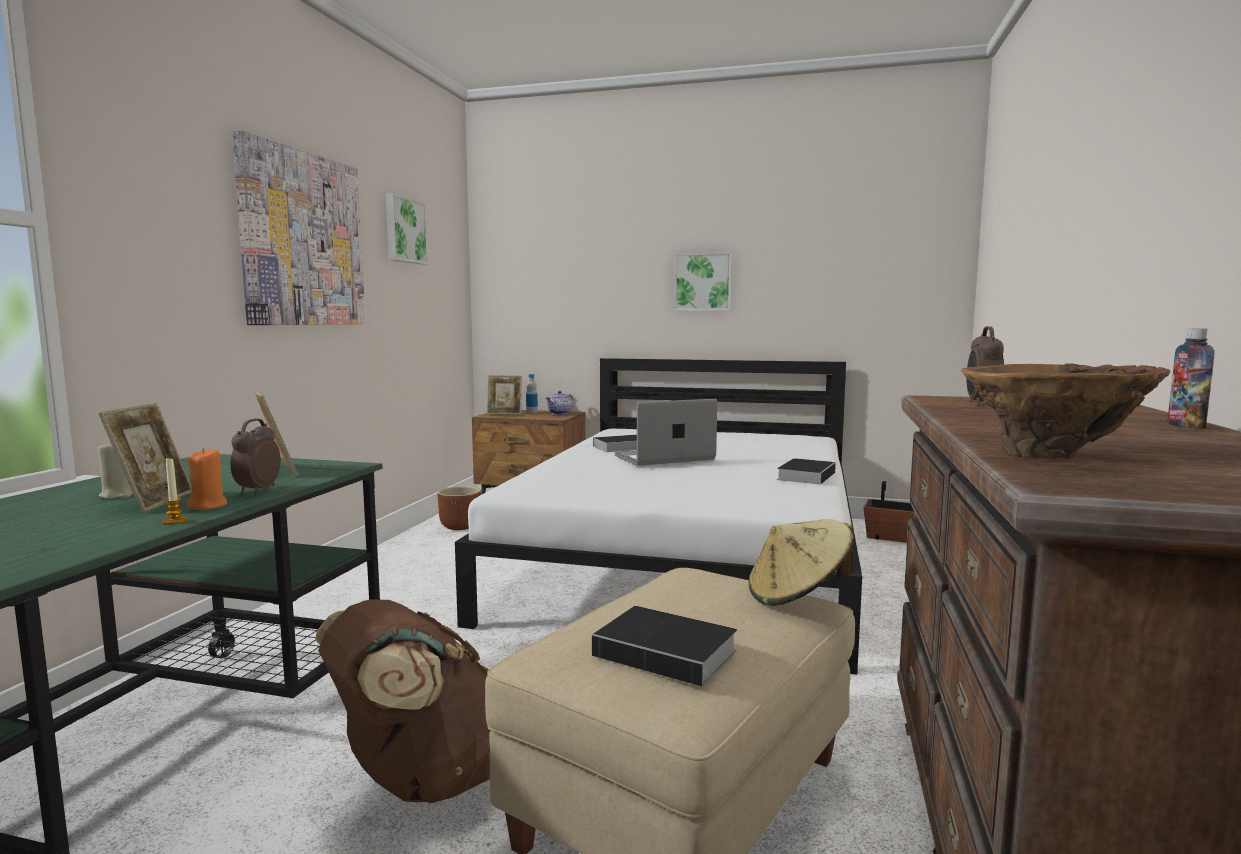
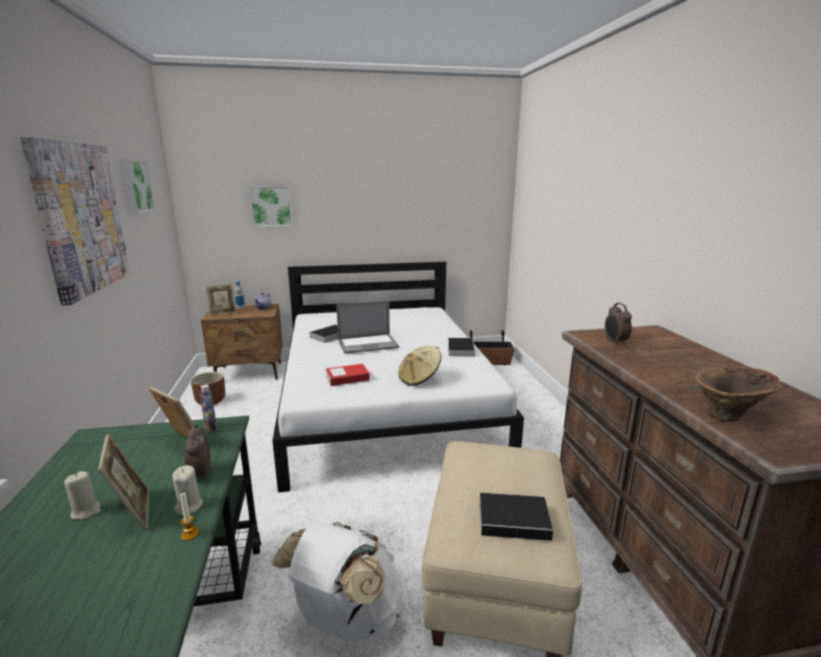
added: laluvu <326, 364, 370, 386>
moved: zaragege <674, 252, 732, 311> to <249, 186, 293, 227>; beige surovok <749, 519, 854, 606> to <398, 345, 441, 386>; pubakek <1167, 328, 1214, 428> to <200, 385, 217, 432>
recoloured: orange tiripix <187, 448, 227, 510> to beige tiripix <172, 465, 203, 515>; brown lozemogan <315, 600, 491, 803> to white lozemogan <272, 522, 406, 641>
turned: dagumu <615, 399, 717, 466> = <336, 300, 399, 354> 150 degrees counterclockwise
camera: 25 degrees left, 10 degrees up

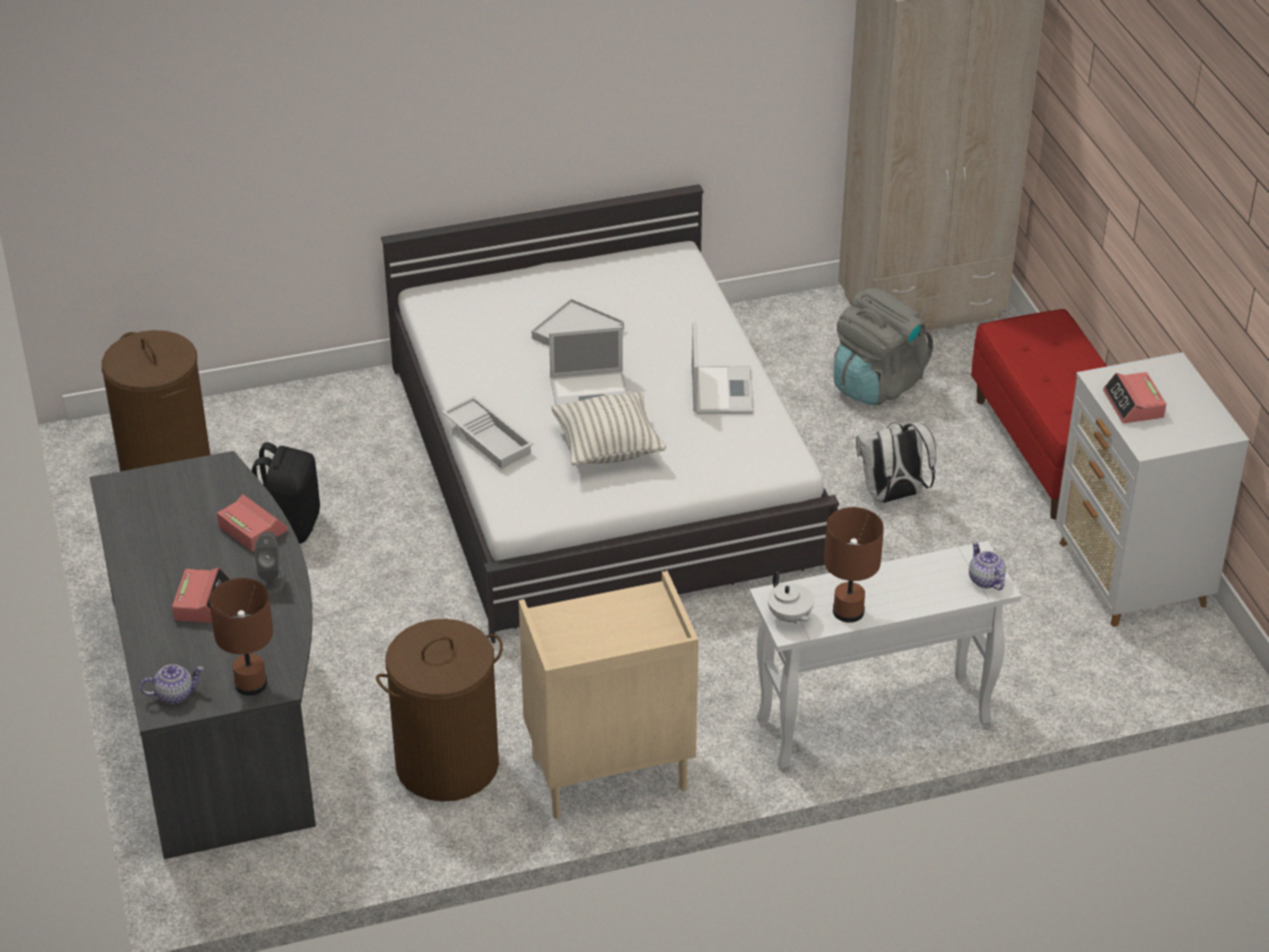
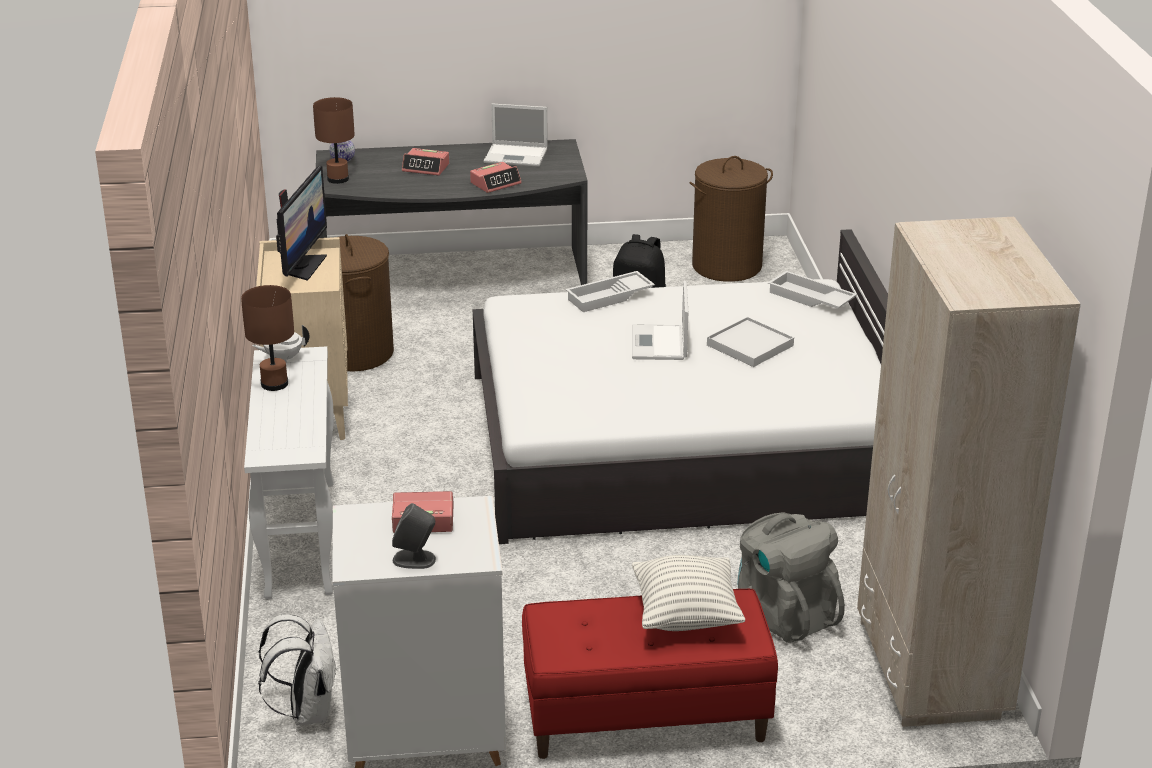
removed: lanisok <969, 542, 1006, 590>
added: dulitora <276, 166, 327, 281>; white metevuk <768, 271, 857, 309>
moved: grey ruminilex <255, 532, 285, 594> to <392, 503, 436, 569>; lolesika <551, 391, 666, 465> to <632, 555, 745, 631>; dagumu <692, 322, 754, 414> to <484, 104, 548, 167>; white lozemogan <856, 421, 936, 503> to <258, 614, 337, 726>
camera: 100 degrees right, 10 degrees down

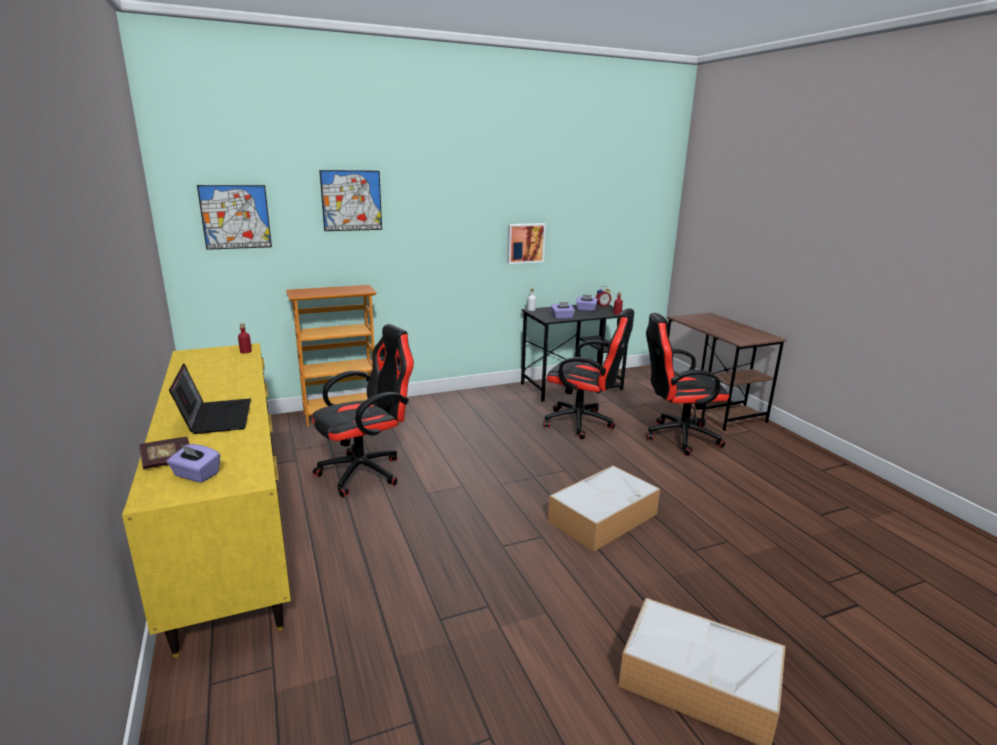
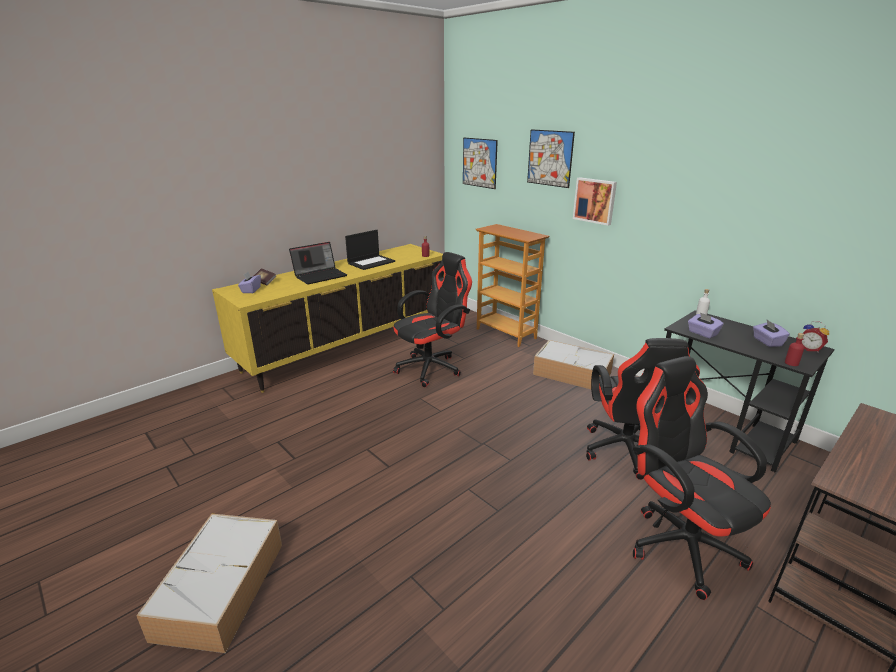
added: dagumu <345, 230, 395, 270>
moved: zaragege <507, 223, 546, 264> to <573, 177, 617, 226>; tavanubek <548, 466, 660, 551> to <533, 340, 614, 389>
turned: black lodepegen <312, 324, 414, 497> = <393, 252, 472, 387> 75 degrees counterclockwise
camera: 70 degrees right, 5 degrees up

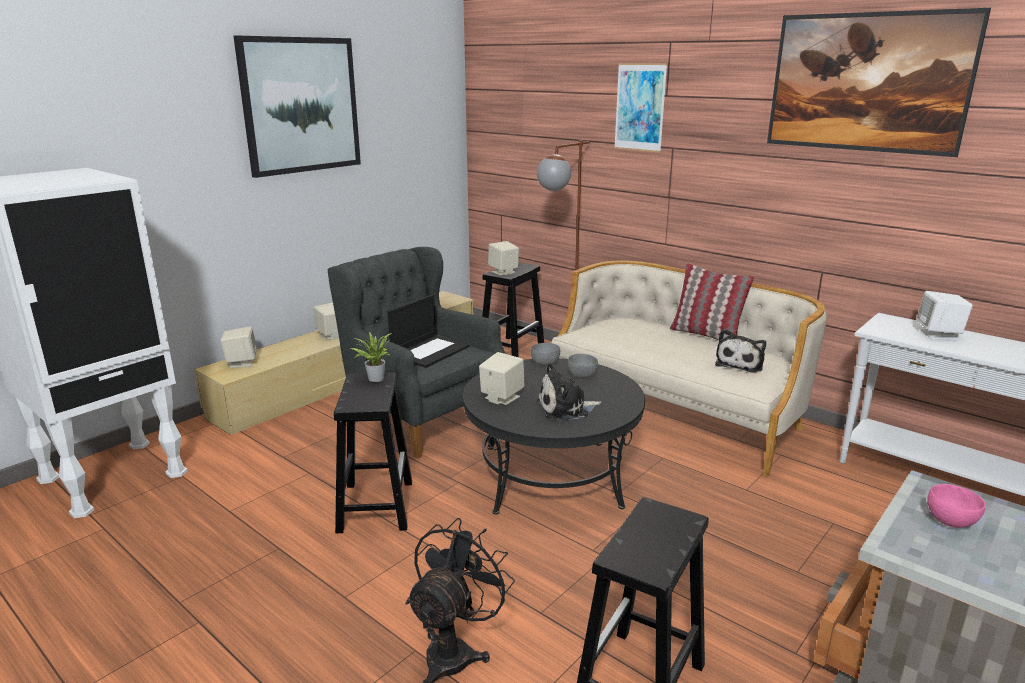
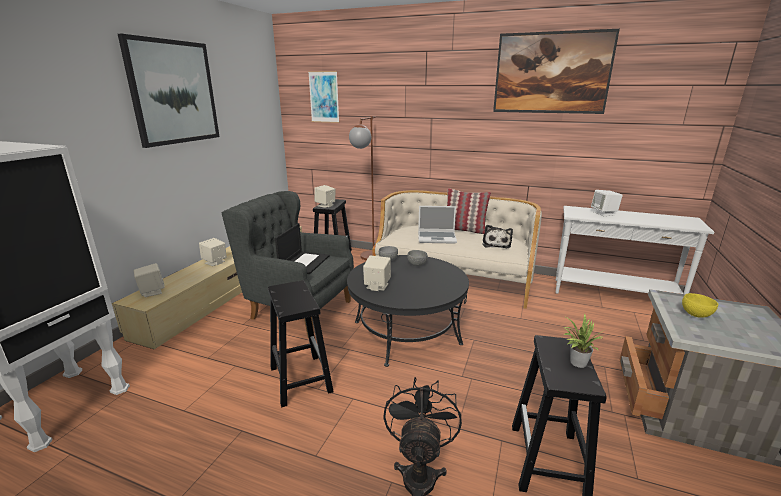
removed: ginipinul <537, 363, 601, 421>
added: dagumu <418, 206, 457, 244>
moved: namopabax <351, 332, 391, 382> to <563, 314, 604, 368>; zaragege <614, 63, 668, 152> to <308, 71, 339, 123>
recoloured: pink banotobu <927, 484, 986, 528> to yellow banotobu <682, 293, 718, 318>
camera: 20 degrees left, 0 degrees up

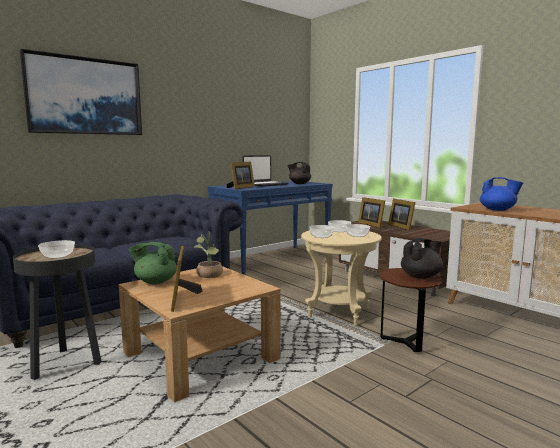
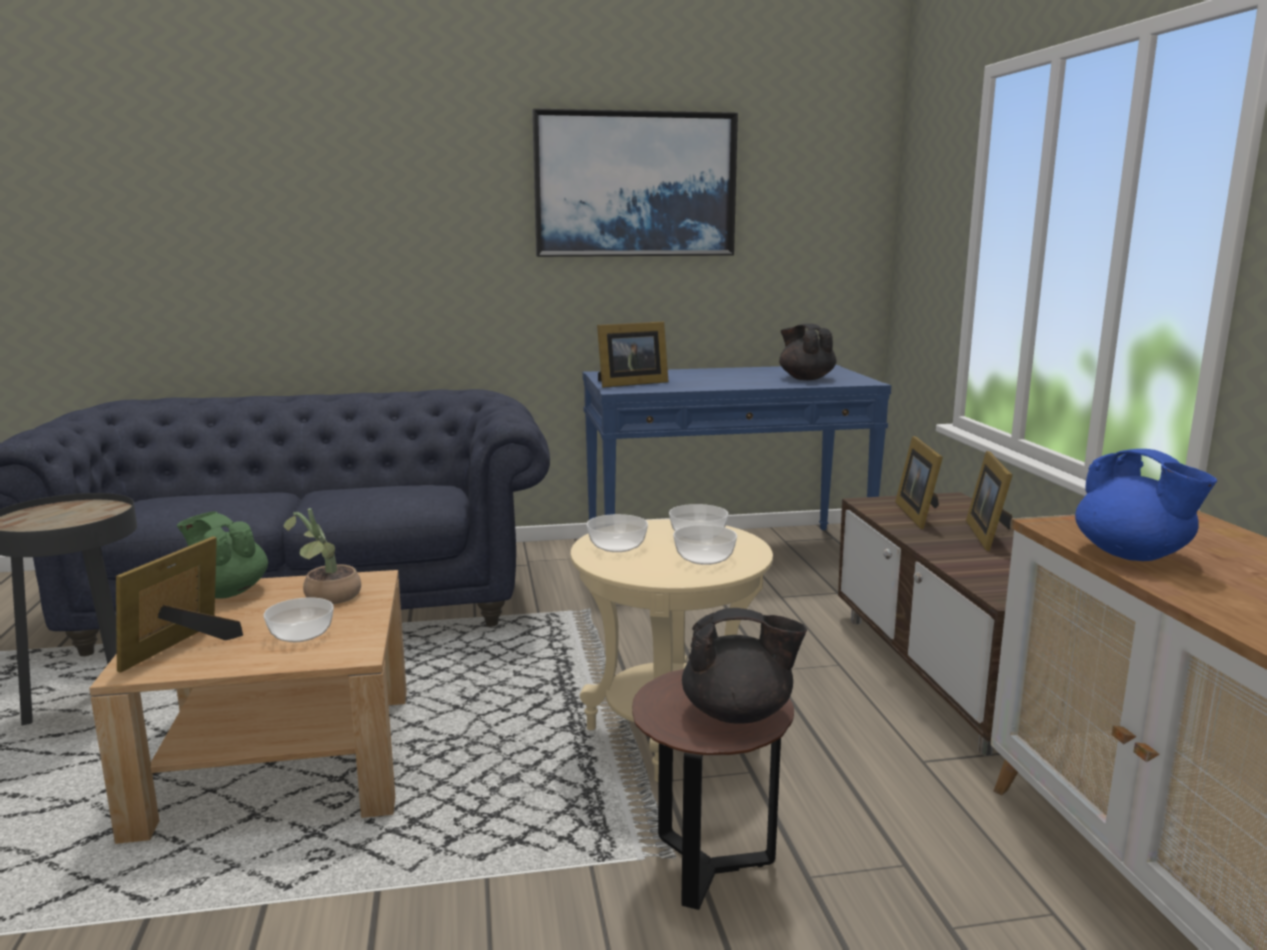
removed: dagumu <242, 155, 289, 187>
moved: zaragege <20, 49, 142, 135> to <532, 108, 738, 257>; banotobu <38, 240, 75, 259> to <264, 597, 334, 642>
camera: 30 degrees right, 5 degrees up

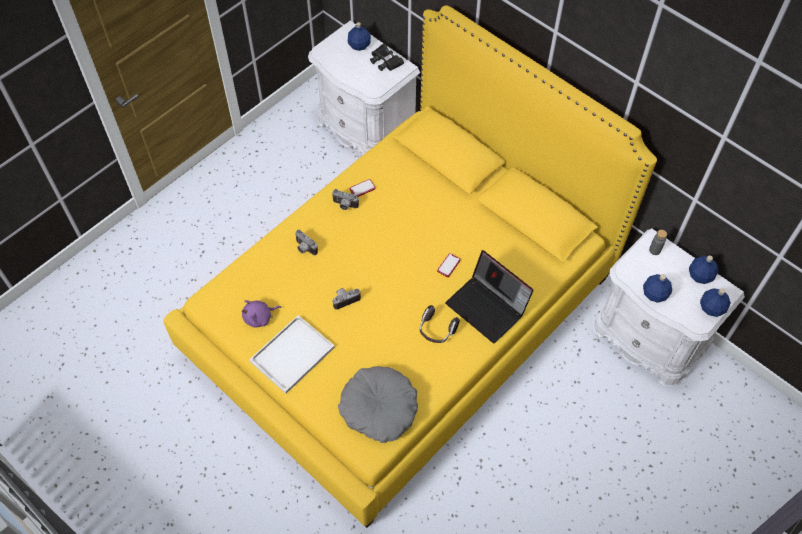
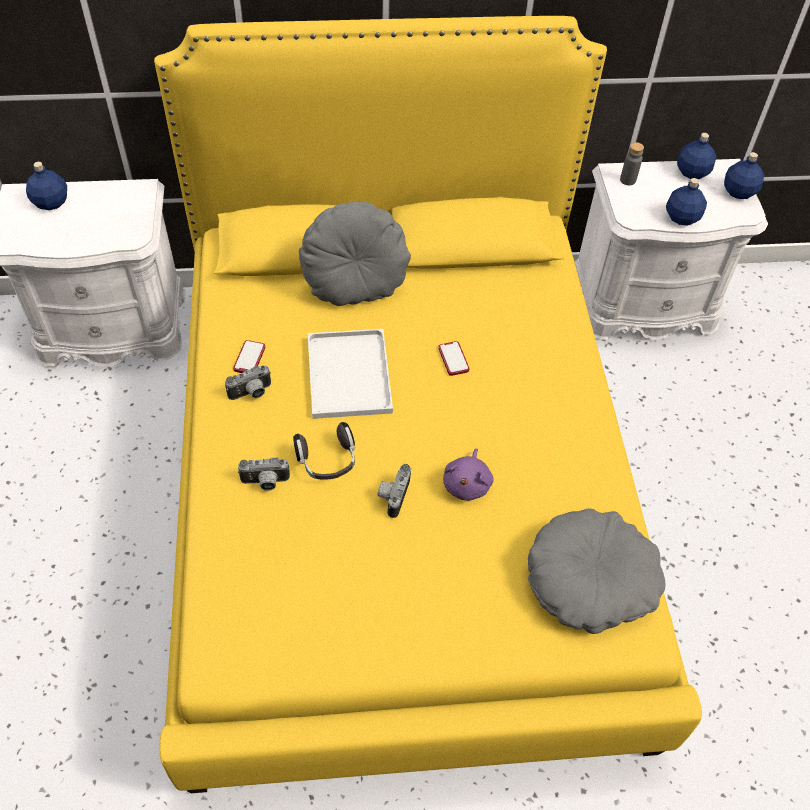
removed: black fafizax <370, 44, 404, 71>; dagumu <445, 250, 534, 343>
added: grey lolesika <299, 201, 411, 306>
moved: purple ginipinul <242, 300, 282, 327> to <443, 449, 494, 501>; white metevuk <249, 315, 335, 394> to <308, 329, 393, 419>; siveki <420, 305, 460, 343> to <293, 422, 355, 480>
camera: 50 degrees left, 5 degrees down

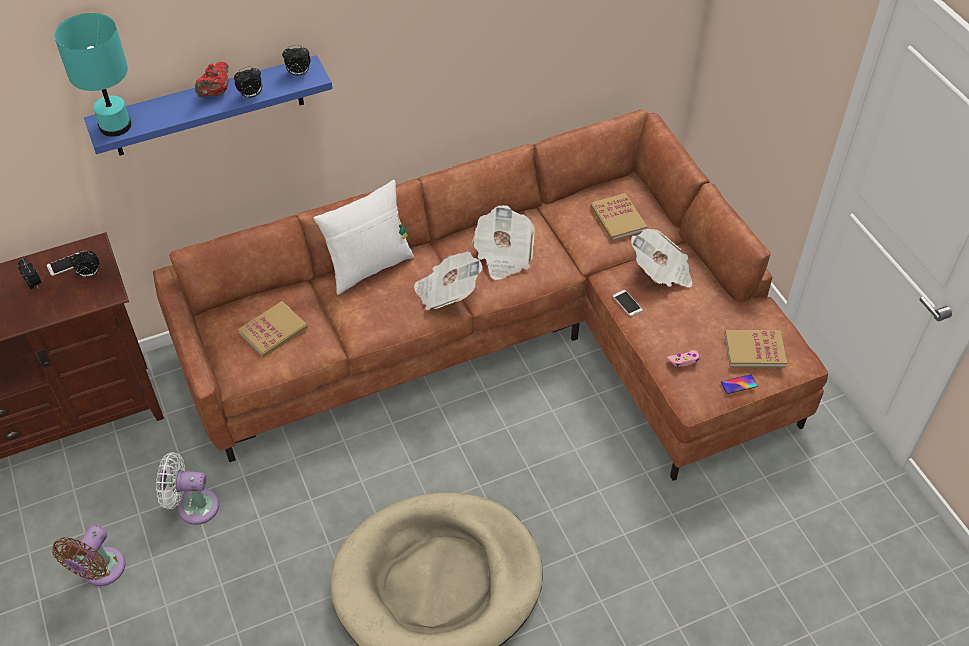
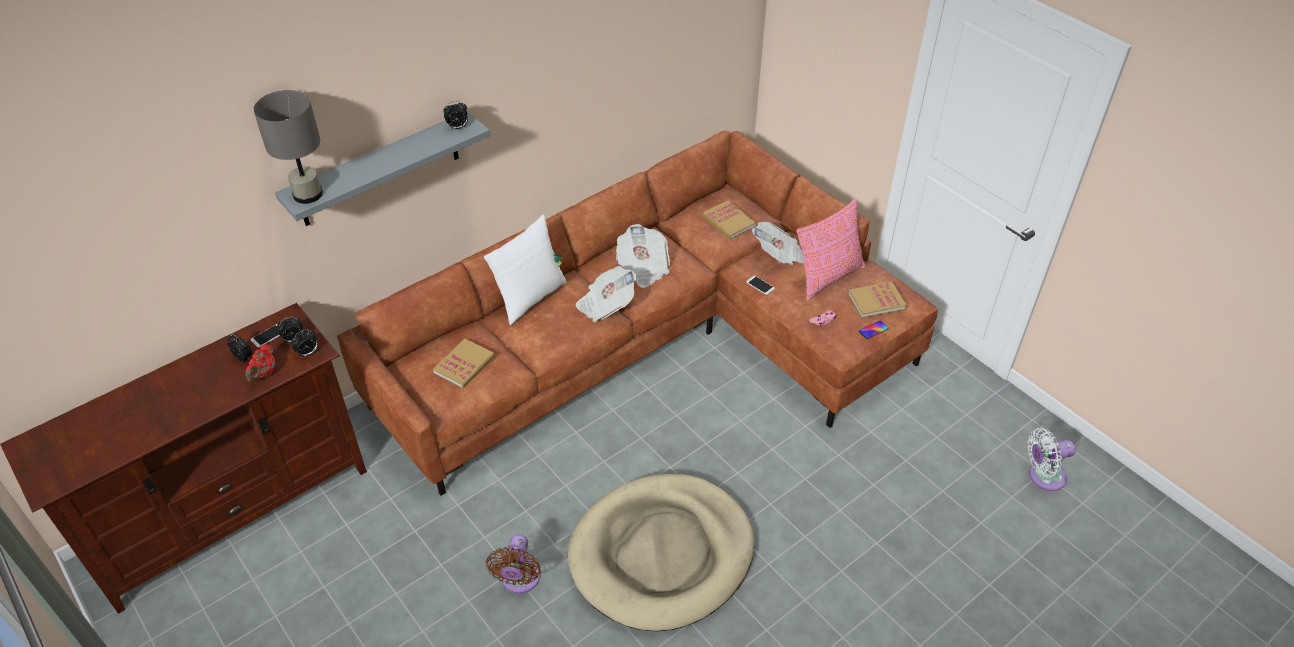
added: pink lolesika <797, 199, 866, 300>
moved: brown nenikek <52, 525, 125, 586> to <486, 534, 541, 593>; white nenikek <156, 452, 219, 525> to <1027, 428, 1076, 491>; red lanisok <195, 62, 229, 98> to <246, 344, 276, 382>; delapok <234, 66, 262, 99> to <291, 329, 318, 358>
recoloured: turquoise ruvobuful <54, 13, 131, 137> to grey ruvobuful <254, 90, 323, 204>; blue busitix <84, 55, 333, 156> to grey busitix <275, 111, 490, 226>
camera: 15 degrees left, 5 degrees down

